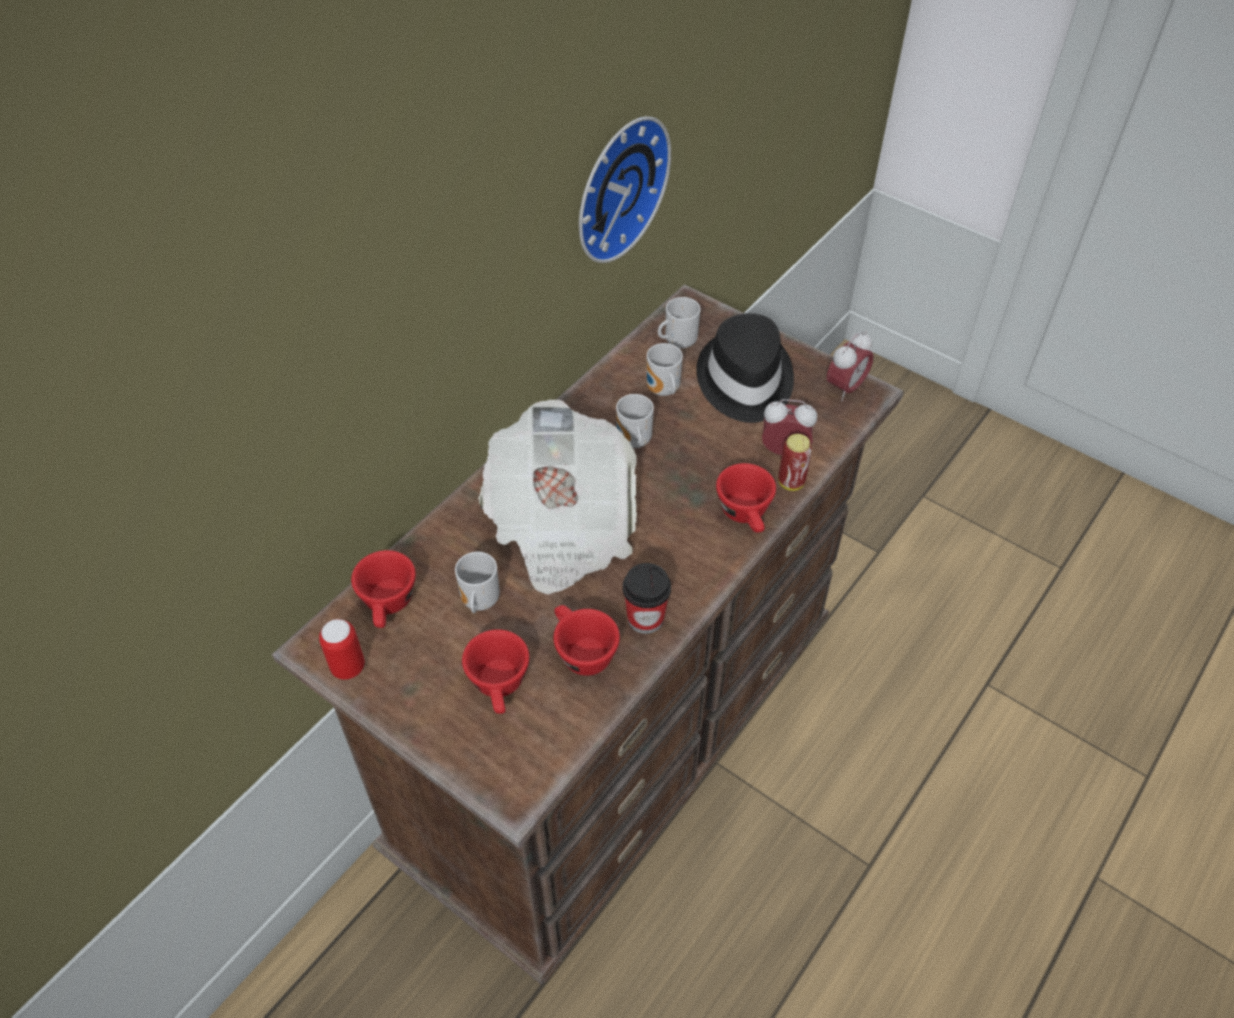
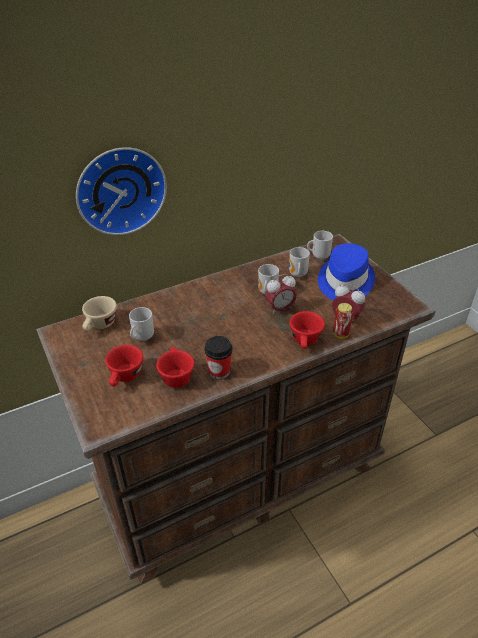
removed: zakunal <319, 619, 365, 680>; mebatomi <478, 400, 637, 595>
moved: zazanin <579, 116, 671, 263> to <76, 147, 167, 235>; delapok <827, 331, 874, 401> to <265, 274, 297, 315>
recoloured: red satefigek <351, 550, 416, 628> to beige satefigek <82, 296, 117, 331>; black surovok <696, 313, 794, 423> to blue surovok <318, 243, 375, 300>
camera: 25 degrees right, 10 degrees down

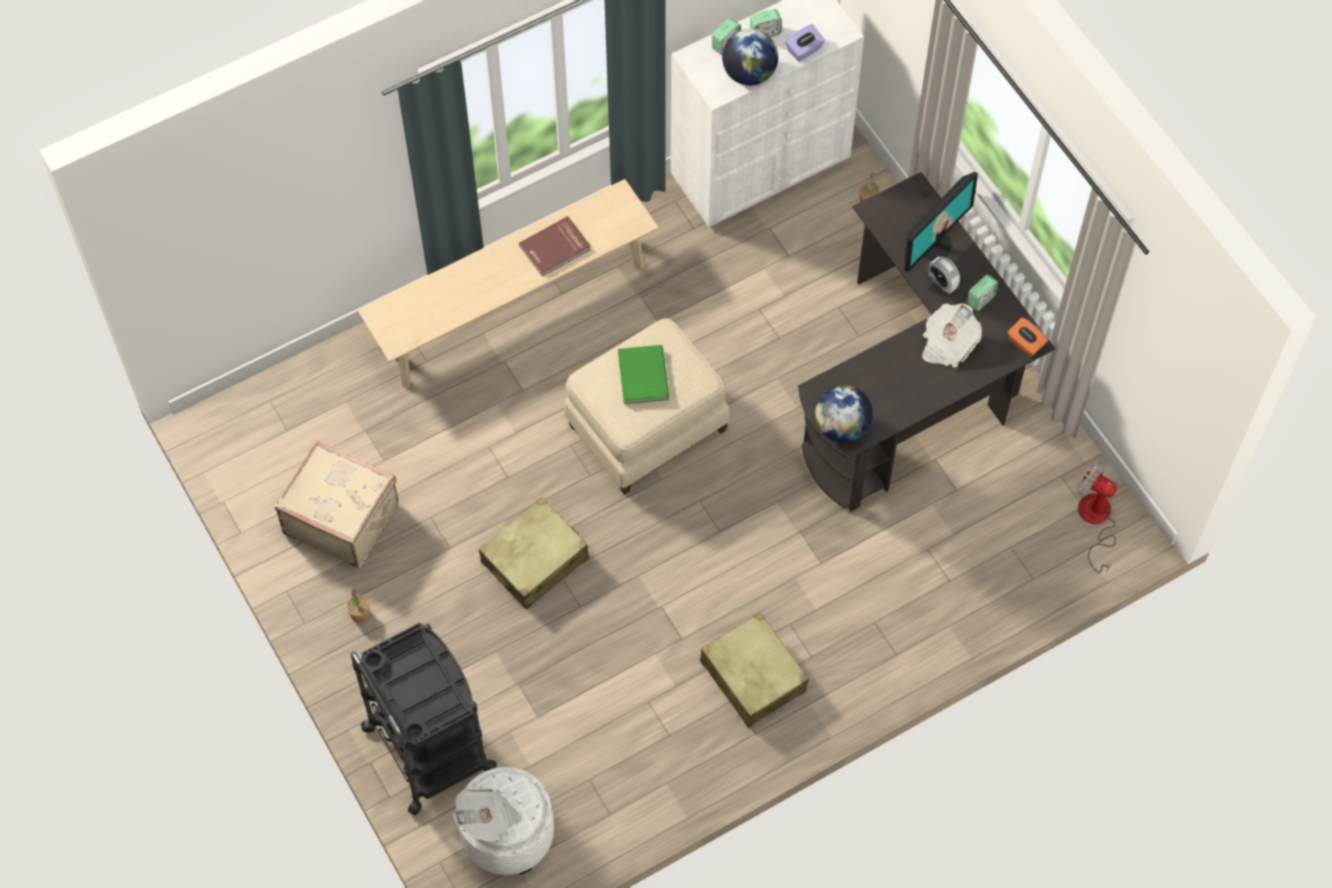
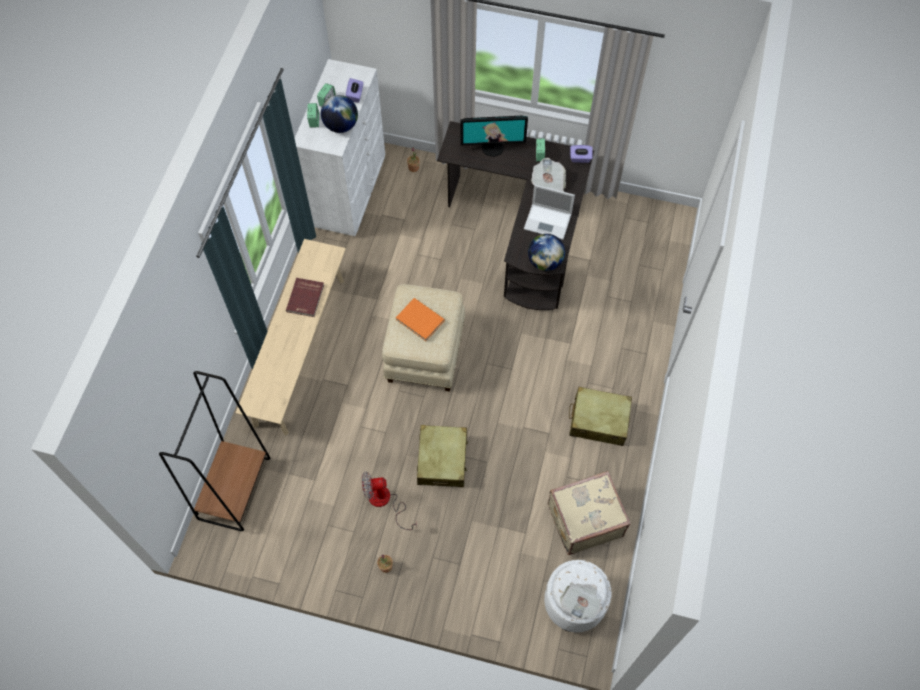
removed: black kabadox <350, 623, 496, 815>; delapok <929, 257, 960, 294>
added: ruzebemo <159, 371, 271, 531>; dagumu <524, 185, 575, 240>
moved: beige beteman <275, 441, 398, 568> to <548, 471, 631, 555>; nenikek <1077, 461, 1117, 573> to <362, 472, 417, 530>
recoloured: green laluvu <618, 345, 669, 404> to orange laluvu <396, 298, 445, 341>; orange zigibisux <1007, 317, 1048, 357> to purple zigibisux <570, 145, 593, 163>
turned: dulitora <904, 172, 978, 273> = <460, 116, 528, 157> 90 degrees clockwise
camera: 45 degrees left, 0 degrees up

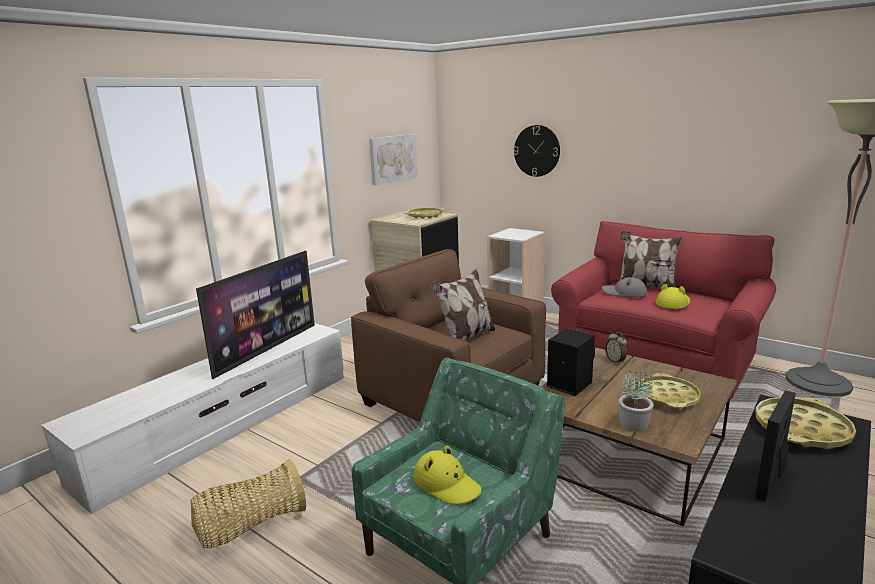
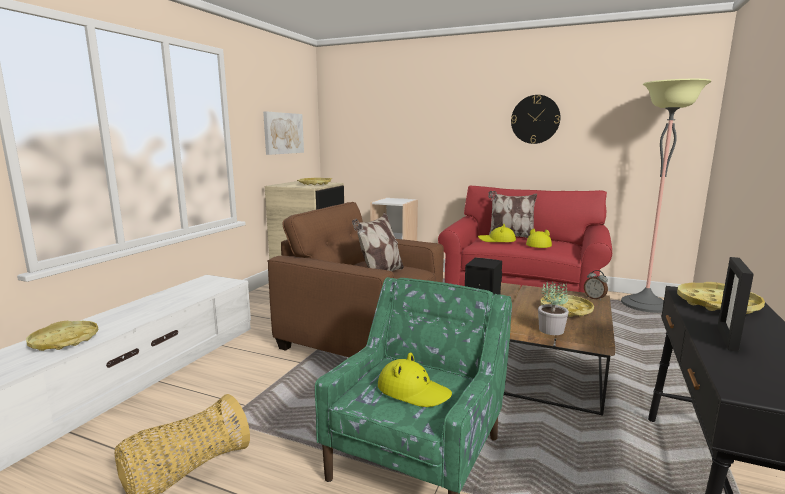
removed: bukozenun <196, 251, 315, 379>
added: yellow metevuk <26, 321, 98, 351>
moved: zazanin <514, 125, 560, 177> to <511, 95, 560, 144>; delapok <605, 331, 627, 364> to <584, 270, 608, 301>
recoloured: grey surovok <602, 273, 647, 297> to yellow surovok <478, 224, 516, 242>
camera: 15 degrees left, 5 degrees down

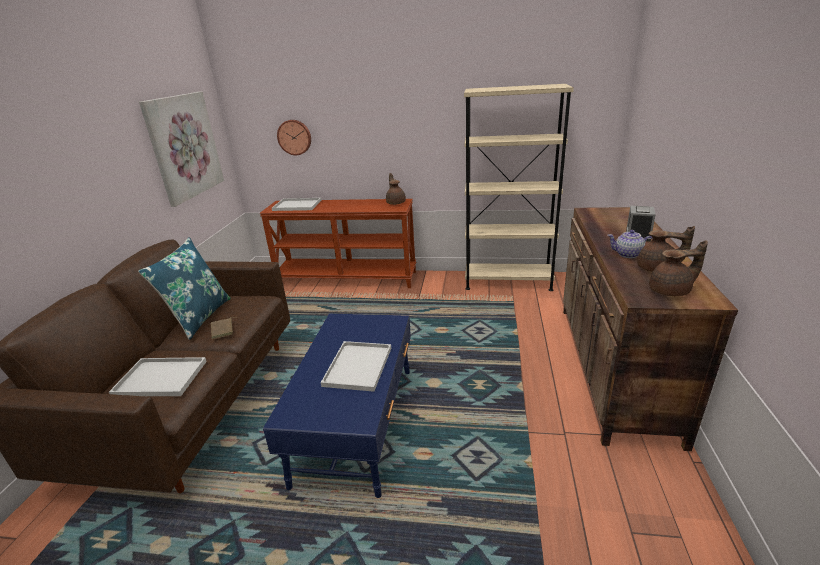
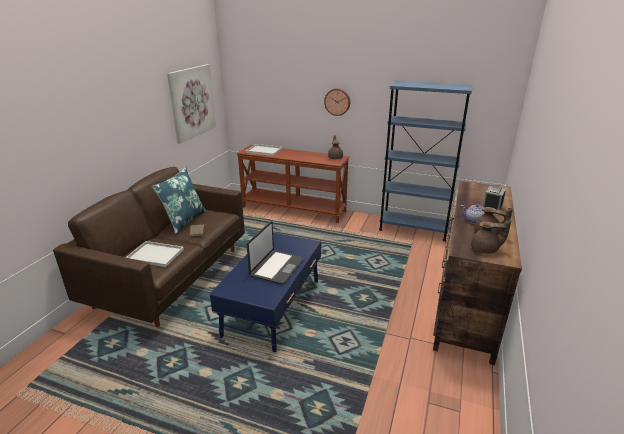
moved: zazanin <277, 120, 311, 155> to <324, 88, 350, 116>
replaced: white metevuk <321, 341, 391, 392> to dagumu <247, 221, 304, 284>
recoloured: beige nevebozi <464, 84, 574, 291> to blue nevebozi <379, 80, 473, 242>
camera: 10 degrees right, 0 degrees up

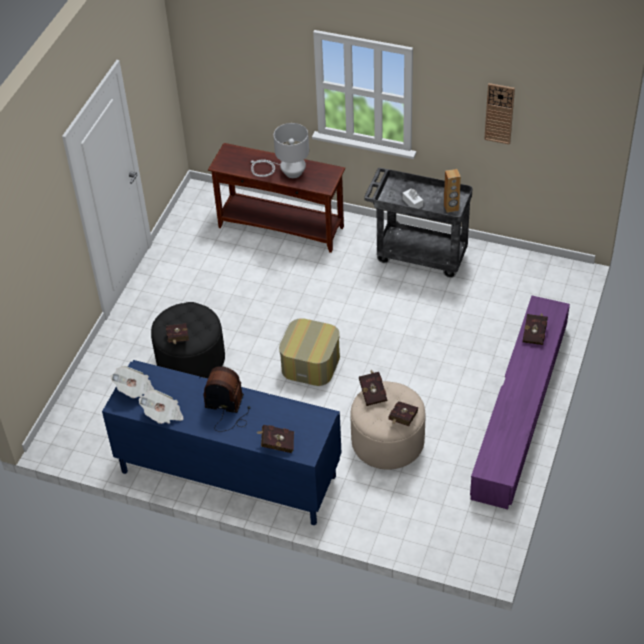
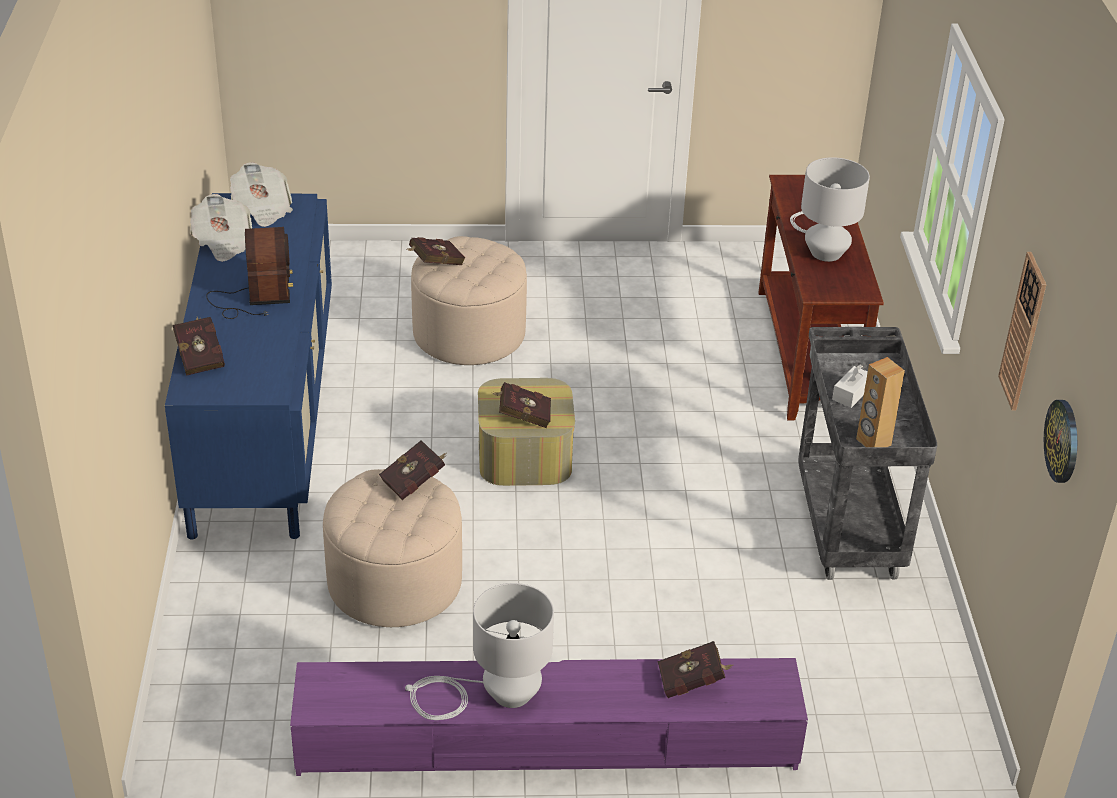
added: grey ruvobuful <405, 583, 554, 720>; zazanin <1044, 400, 1077, 483>
moved: red laluvu <389, 401, 419, 426> to <493, 382, 551, 428>
recoloured: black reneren <151, 302, 225, 378> to beige reneren <411, 236, 527, 365>
camera: 65 degrees right, 10 degrees down

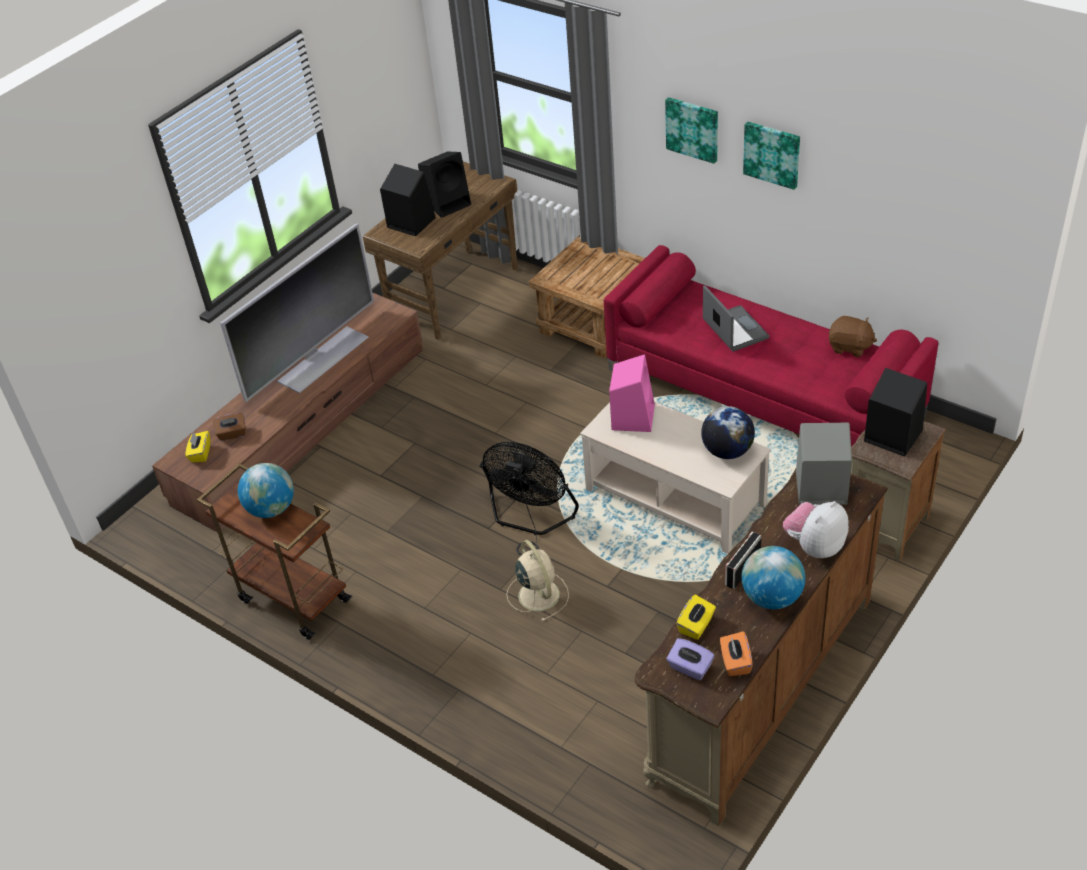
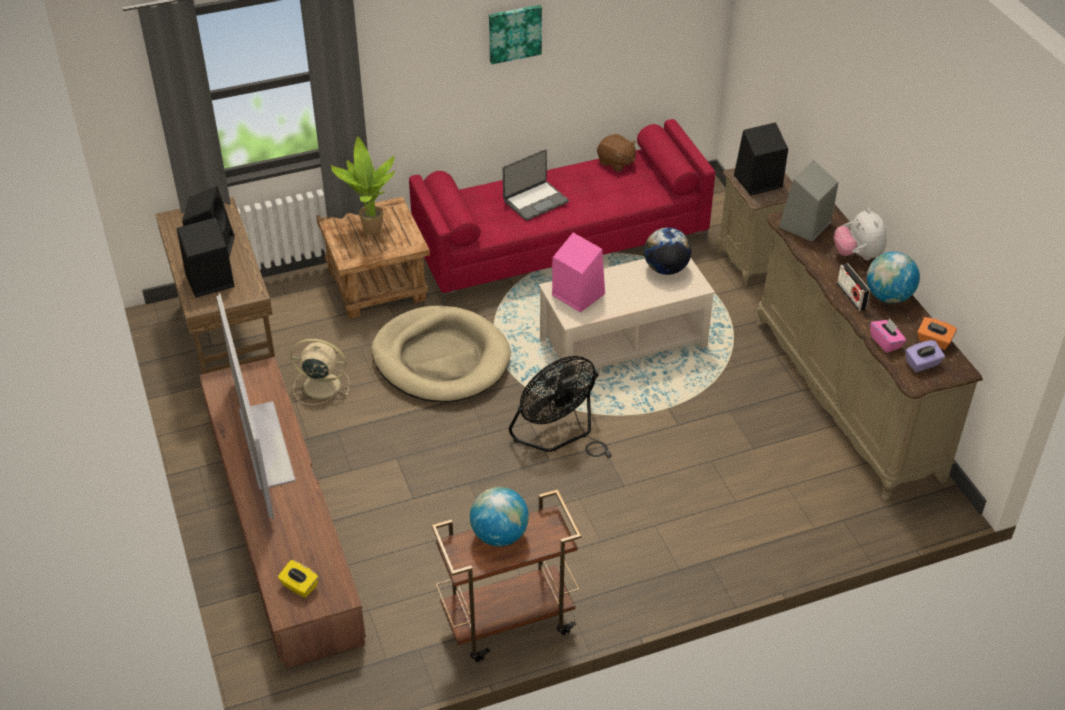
removed: brown zigibisux <213, 413, 246, 441>; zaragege <665, 97, 718, 164>
added: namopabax <331, 137, 395, 234>; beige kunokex <372, 305, 511, 402>
moved: beige nenikek <506, 540, 569, 621> to <291, 338, 350, 405>
recoloured: yellow zigibisux <676, 595, 716, 640> to pink zigibisux <870, 318, 906, 353>
turned: dagumu <703, 286, 769, 352> = <503, 149, 569, 221> 135 degrees clockwise; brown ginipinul <829, 316, 877, 357> = <597, 134, 636, 172> 75 degrees clockwise
camera: 60 degrees left, 0 degrees up

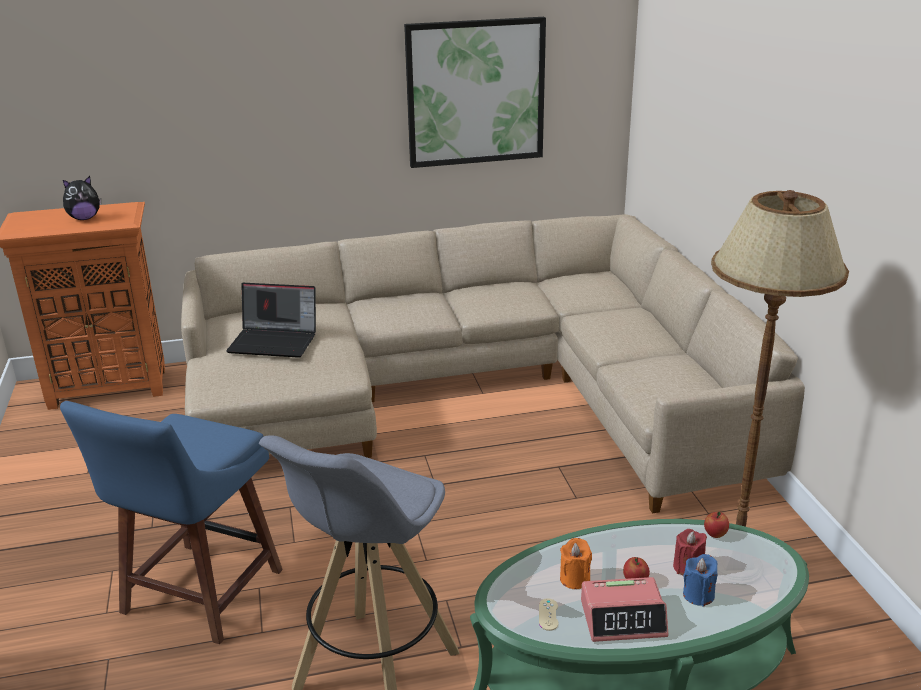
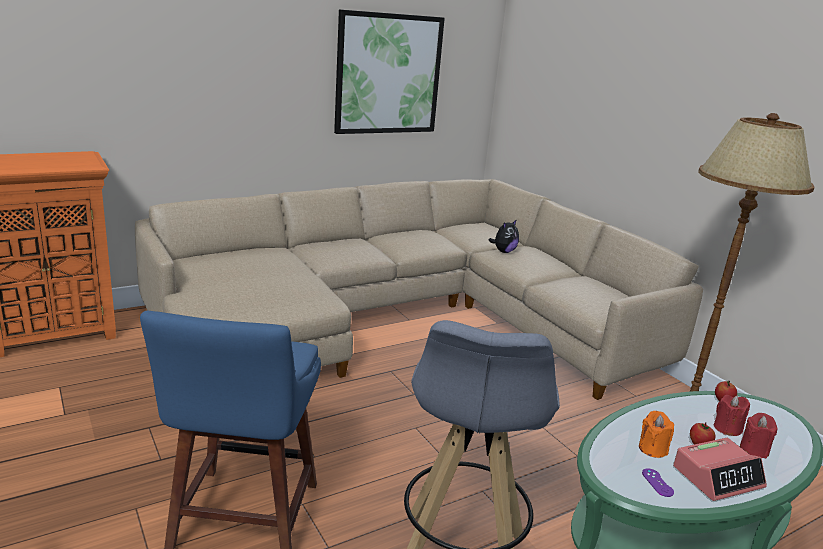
removed: dagumu <226, 283, 316, 358>
moved: ginipinul <63, 176, 101, 220> to <488, 219, 519, 253>
recoloured: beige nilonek <539, 598, 559, 631> to purple nilonek <642, 468, 674, 497>; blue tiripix <683, 554, 718, 607> to red tiripix <740, 413, 778, 459>
camera: 20 degrees left, 5 degrees down

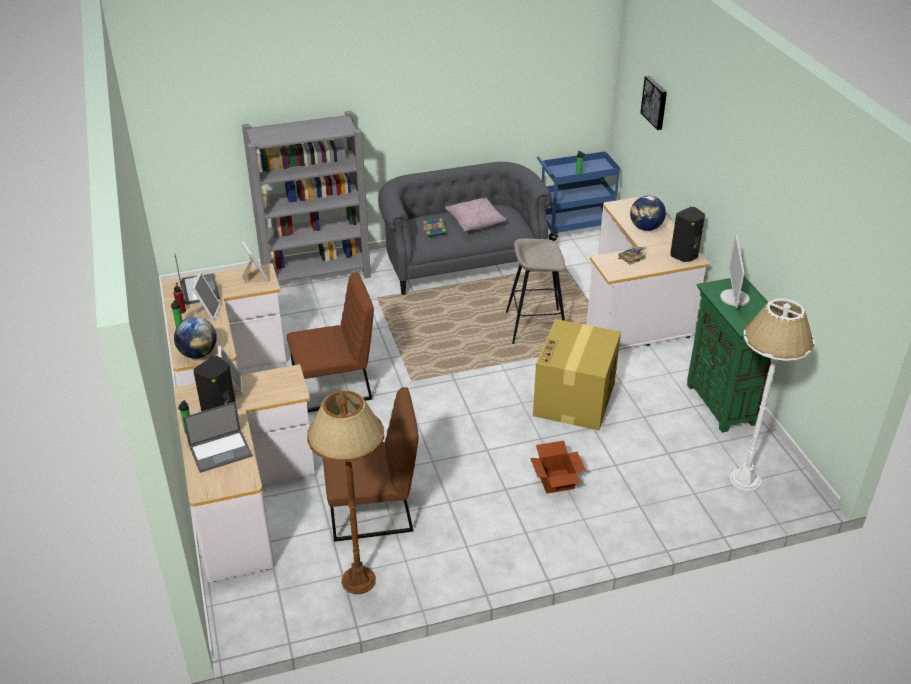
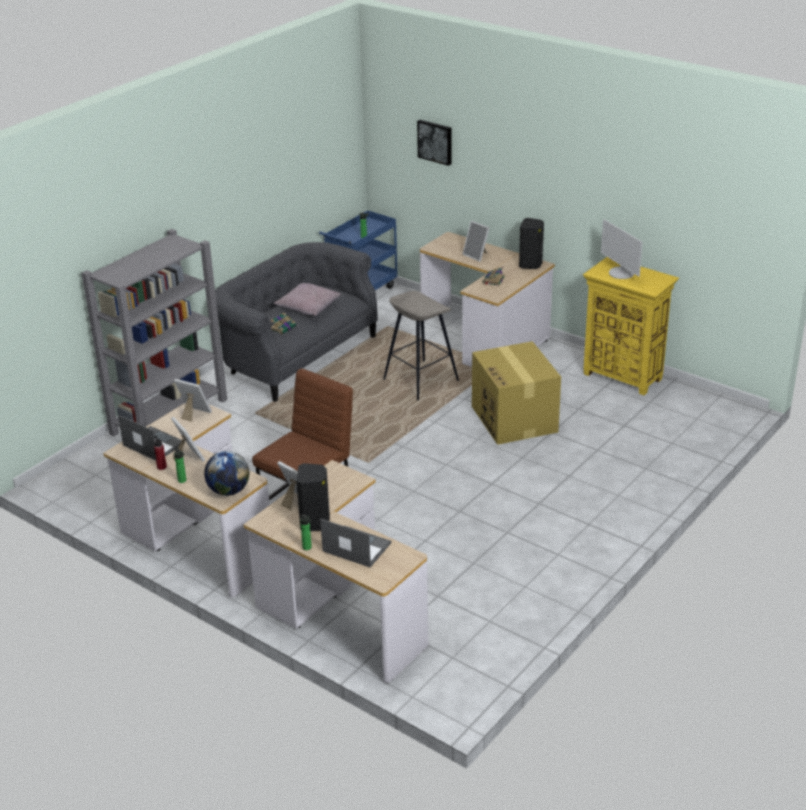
removed: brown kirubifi <307, 391, 384, 594>; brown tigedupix <323, 387, 419, 542>; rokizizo <530, 441, 586, 494>; white kirubifi <729, 298, 815, 492>
replaced: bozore <630, 196, 666, 231> to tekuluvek <462, 221, 489, 262>
recoloured: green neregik <687, 276, 772, 433> to yellow neregik <583, 257, 679, 395>
turned: dagumu <183, 402, 252, 473> = <320, 519, 391, 567> 90 degrees counterclockwise
camera: 35 degrees left, 5 degrees down

